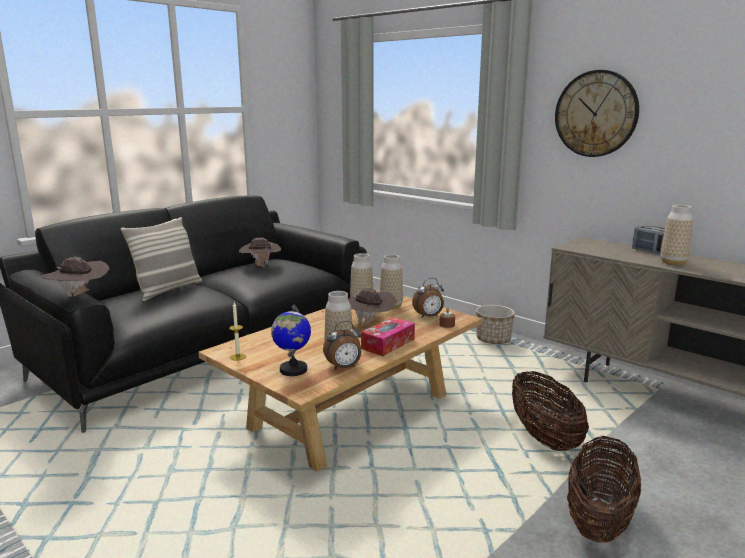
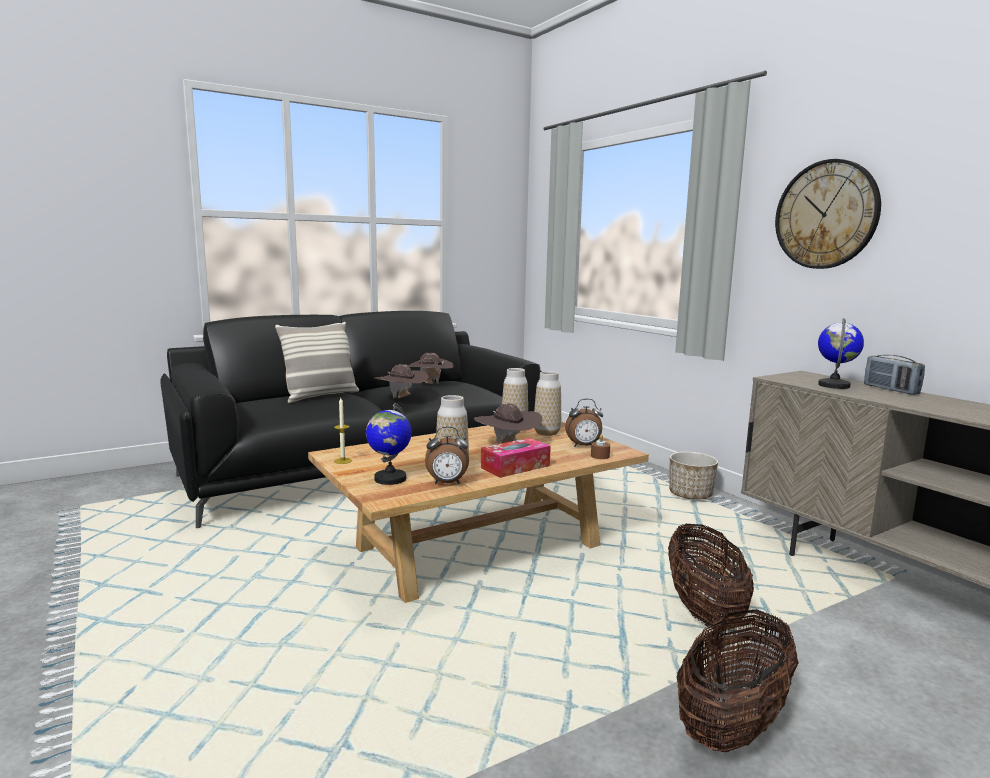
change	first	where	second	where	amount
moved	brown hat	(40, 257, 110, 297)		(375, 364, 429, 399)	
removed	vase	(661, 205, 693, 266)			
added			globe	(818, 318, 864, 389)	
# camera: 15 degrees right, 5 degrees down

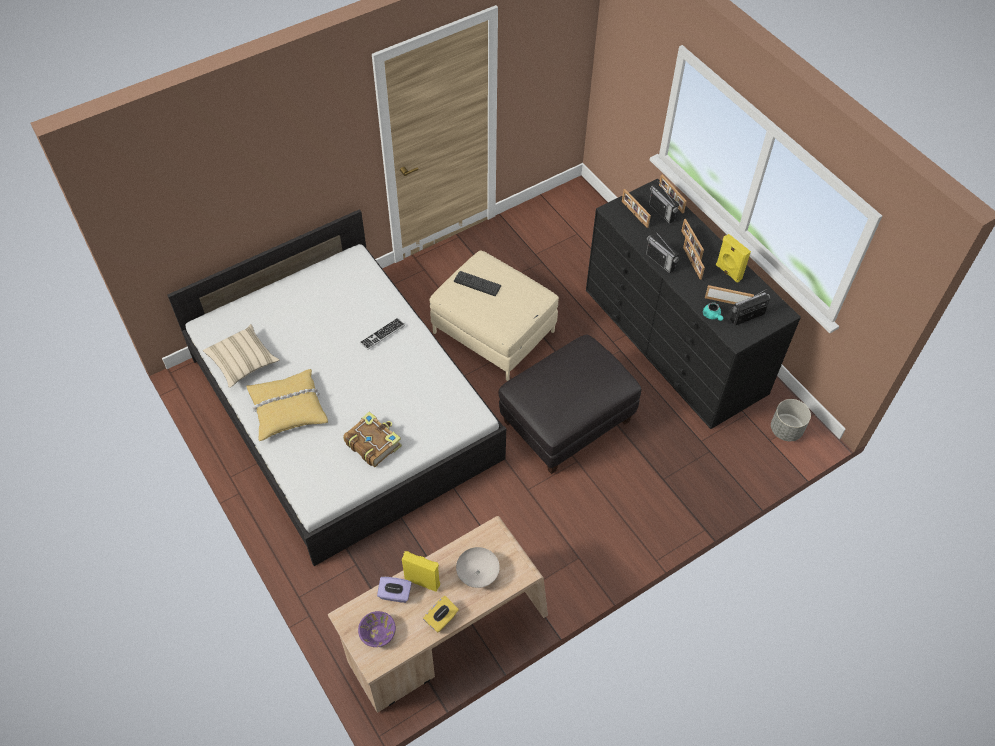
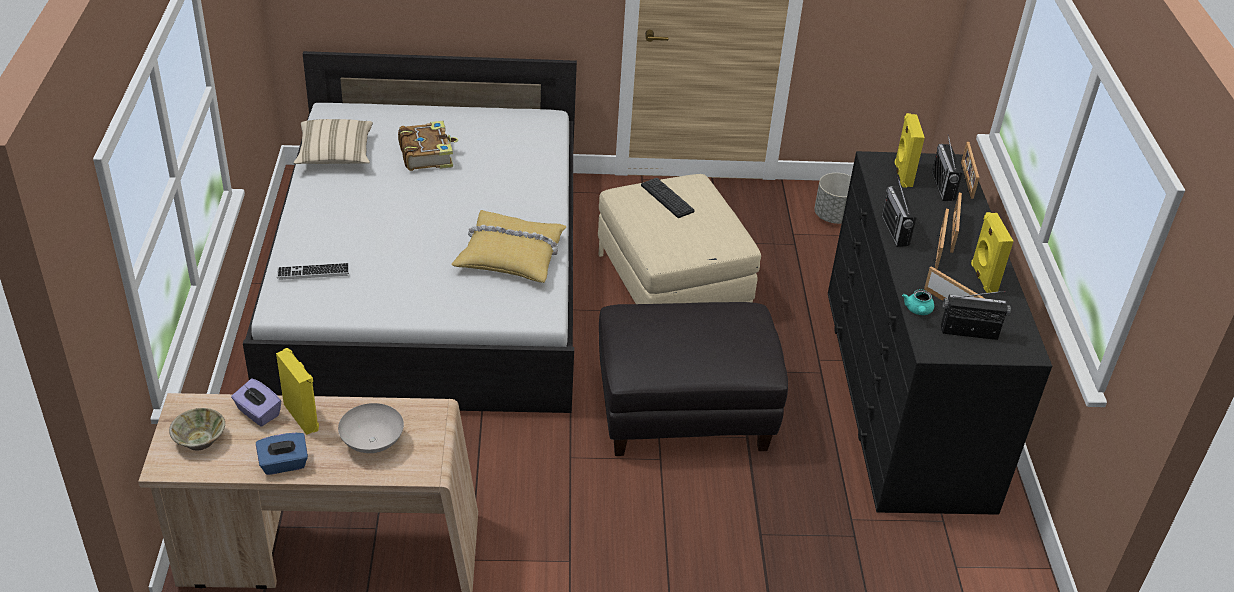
change	first	where	second	where	amount
moved	yellow pillow	(246, 369, 328, 441)		(451, 210, 566, 283)	
moved	book	(343, 411, 402, 467)		(398, 121, 458, 171)	
recoloured	purple bowl	(358, 611, 396, 647)	beige bowl	(169, 408, 225, 450)	
moved	keyboard	(360, 318, 405, 350)		(277, 263, 349, 280)	
recoloured	yellow tissue box	(423, 596, 459, 633)	blue tissue box	(256, 433, 308, 475)	
replaced	picture frame	(622, 189, 651, 228)	yellow speaker	(894, 113, 925, 187)	
moved	grey planter	(771, 399, 811, 441)		(814, 173, 851, 224)	
# camera: 30 degrees right, 15 degrees down

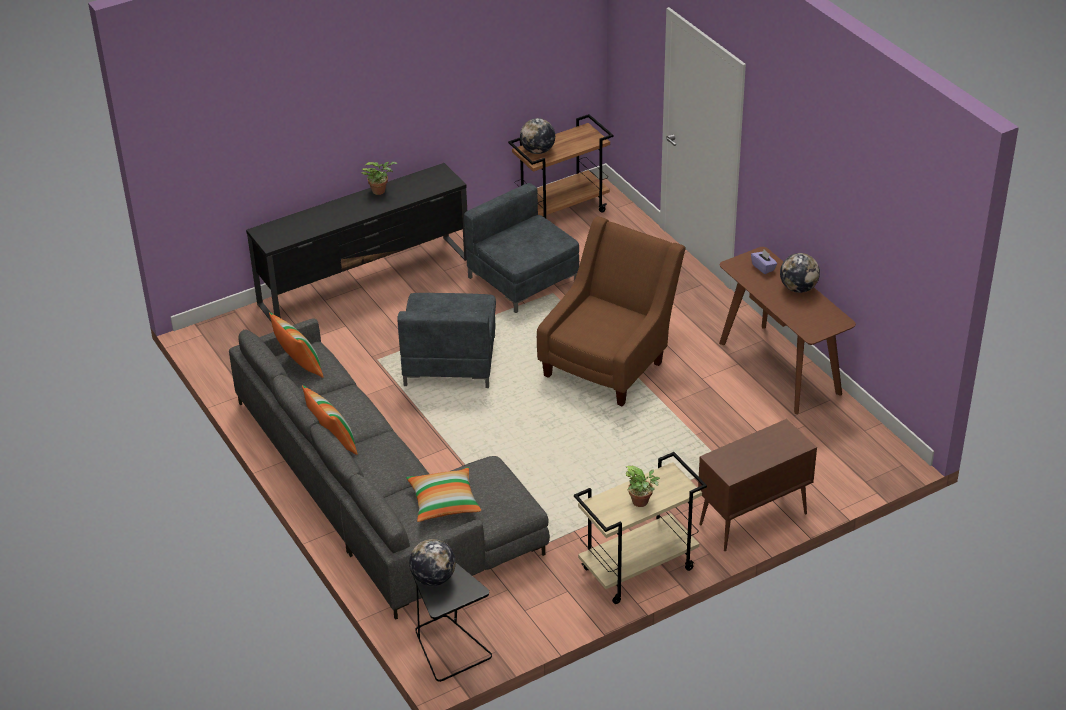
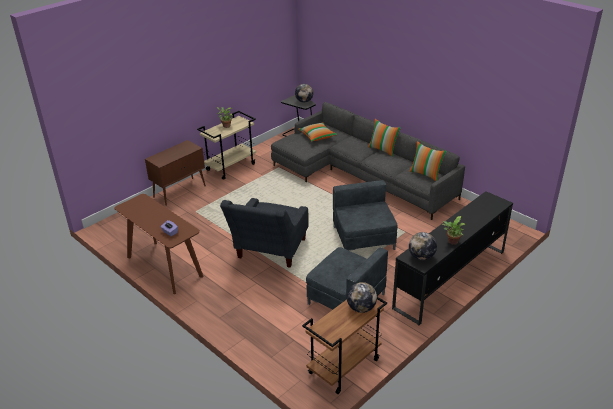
change	first	where	second	where	amount
recoloured	brown armchair	(537, 217, 686, 406)	grey armchair	(220, 198, 309, 268)	
moved	globe	(780, 253, 820, 293)		(409, 232, 437, 260)	
# camera: 165 degrees right, 5 degrees down

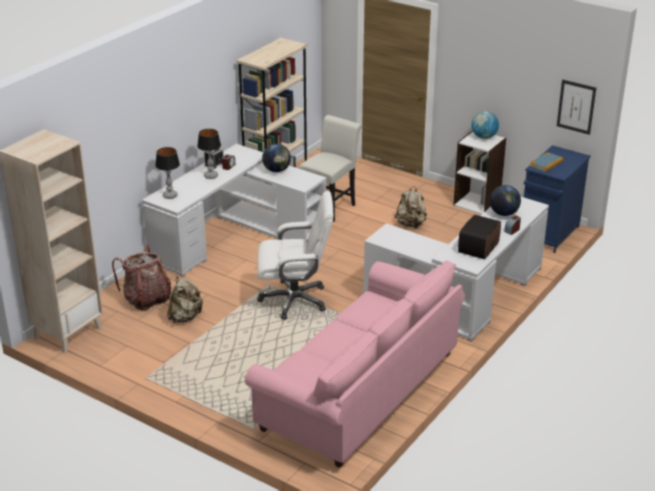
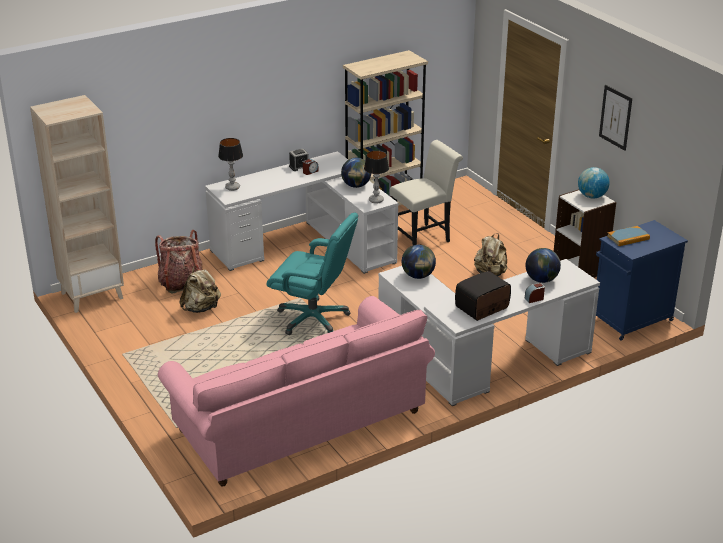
change	first	where	second	where	amount
moved	table lamp	(197, 129, 221, 179)		(364, 150, 389, 203)	
recoloured	white office chair	(258, 191, 333, 320)	turquoise office chair	(267, 213, 358, 335)	
moved	picture	(557, 80, 596, 135)		(599, 85, 632, 151)	
added			globe	(402, 245, 436, 279)	
# camera: 25 degrees right, 0 degrees up

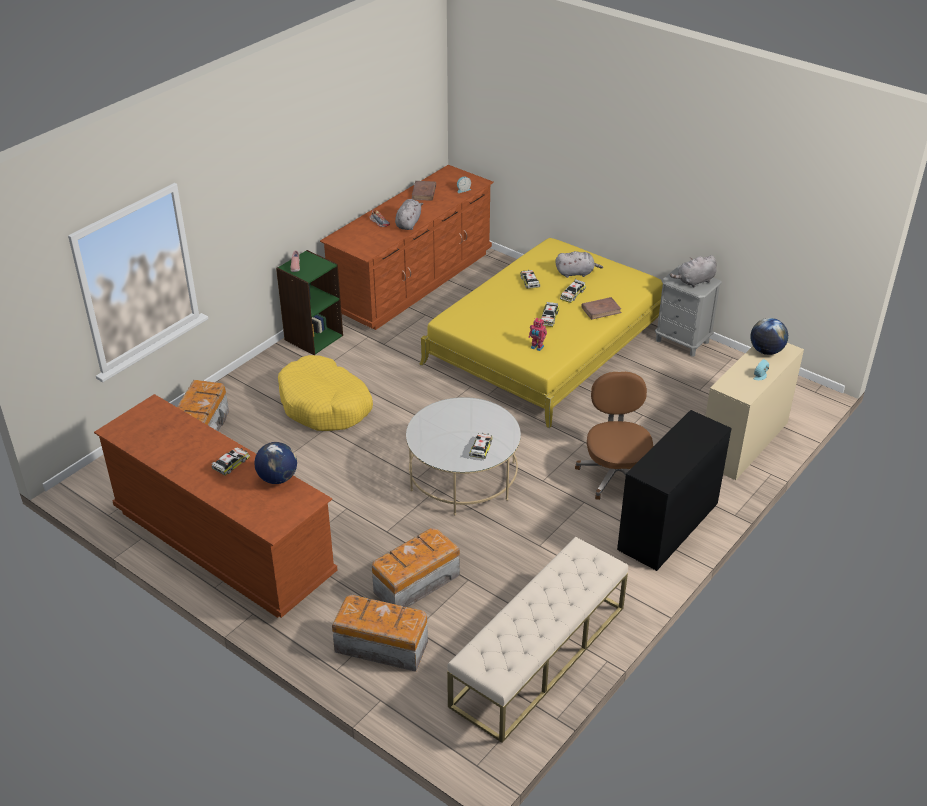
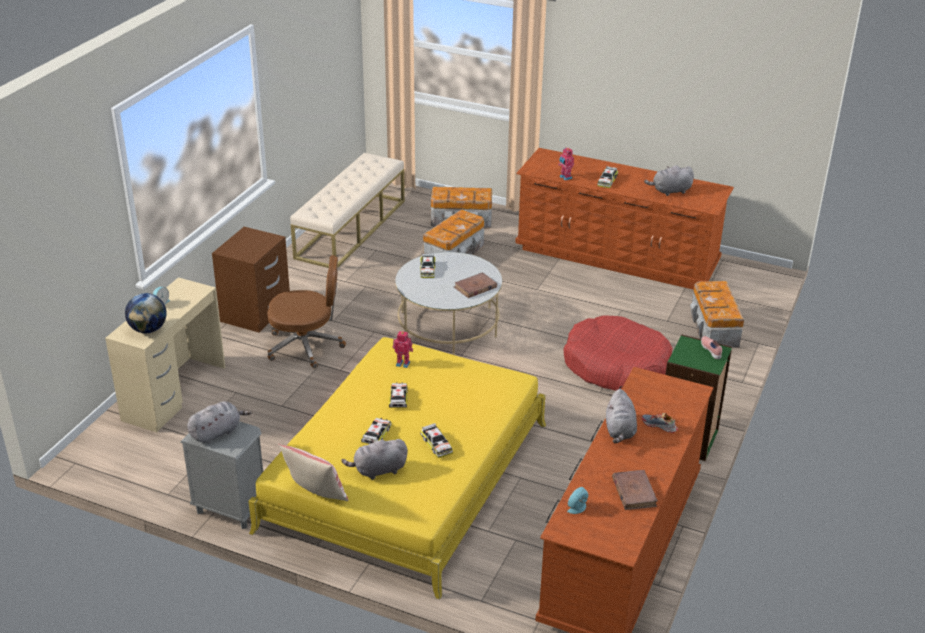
change	first	where	second	where	amount
replaced	globe	(254, 442, 297, 484)	toy robot	(558, 147, 574, 181)	
recoloured	yellow dog bed	(278, 355, 373, 431)	red dog bed	(564, 315, 673, 391)	
turned	brown office chair	(575, 372, 653, 500)		(267, 255, 346, 369)	75 degrees counterclockwise
moved	brown book	(581, 297, 622, 320)		(454, 272, 497, 298)	
replaced	black desk	(617, 410, 732, 571)	brown nightstand	(212, 227, 290, 332)	
added			pillow	(278, 444, 348, 501)	
added			grey plush toy	(644, 165, 694, 196)	
# camera: 165 degrees right, 5 degrees down

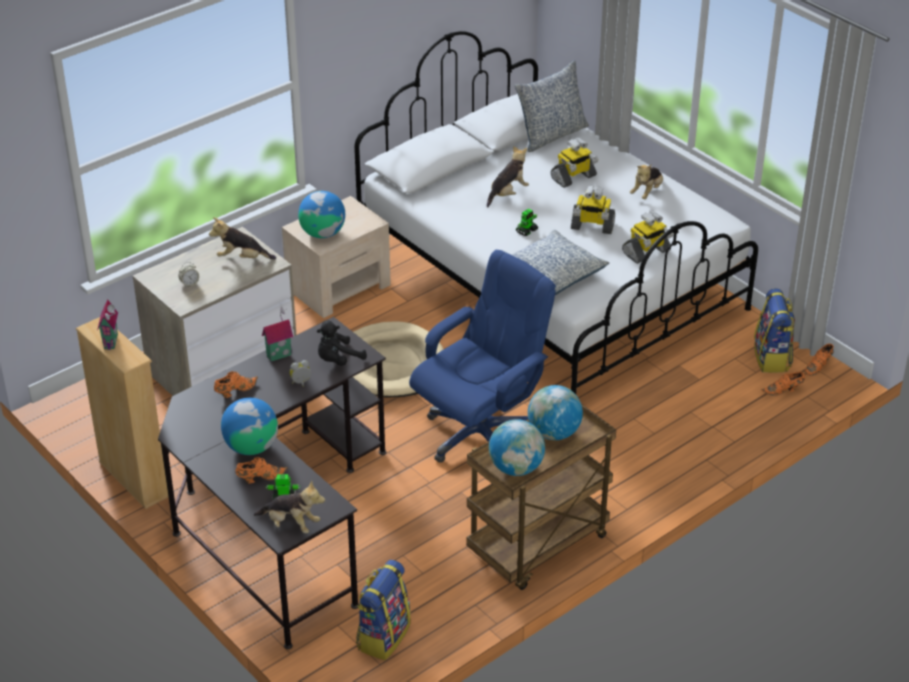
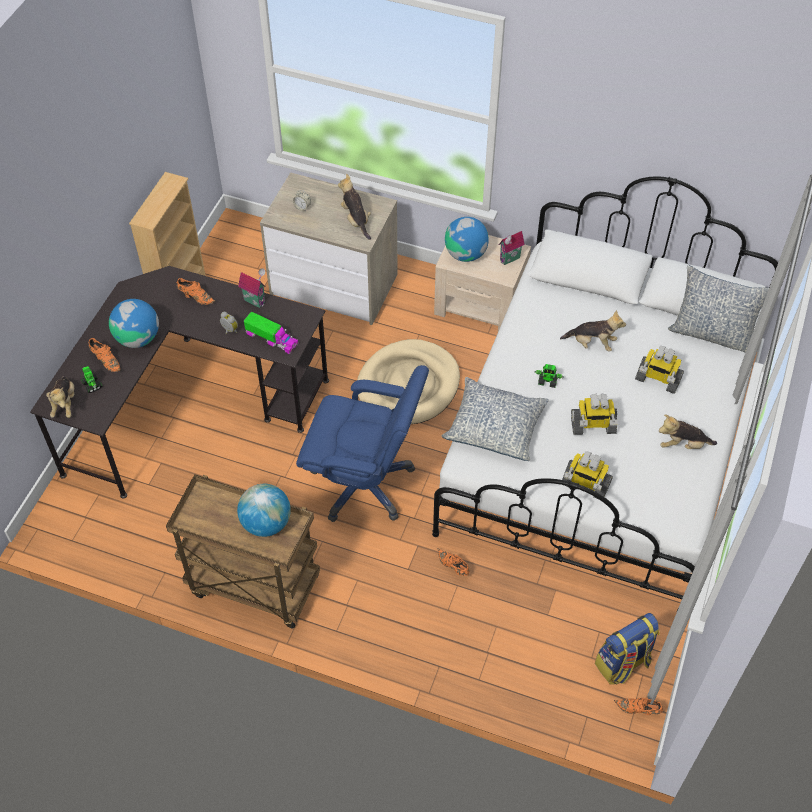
change	first	where	second	where	amount
moved	toy house	(97, 299, 118, 350)		(499, 231, 525, 265)	
replaced	black plush toy	(317, 320, 367, 366)	toy truck	(244, 312, 299, 354)	
removed	backpack	(356, 560, 411, 660)			
removed	globe	(489, 419, 545, 476)			
turned	toy robot	(571, 186, 615, 234)		(571, 393, 618, 435)	75 degrees counterclockwise
moved	orange shoe	(762, 371, 805, 396)		(438, 549, 469, 576)	
# camera: 60 degrees right, 15 degrees up

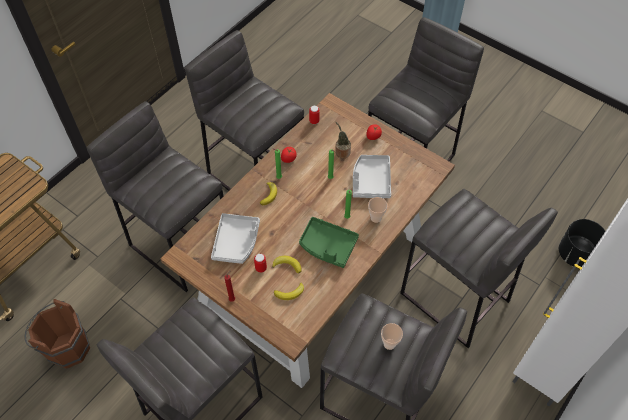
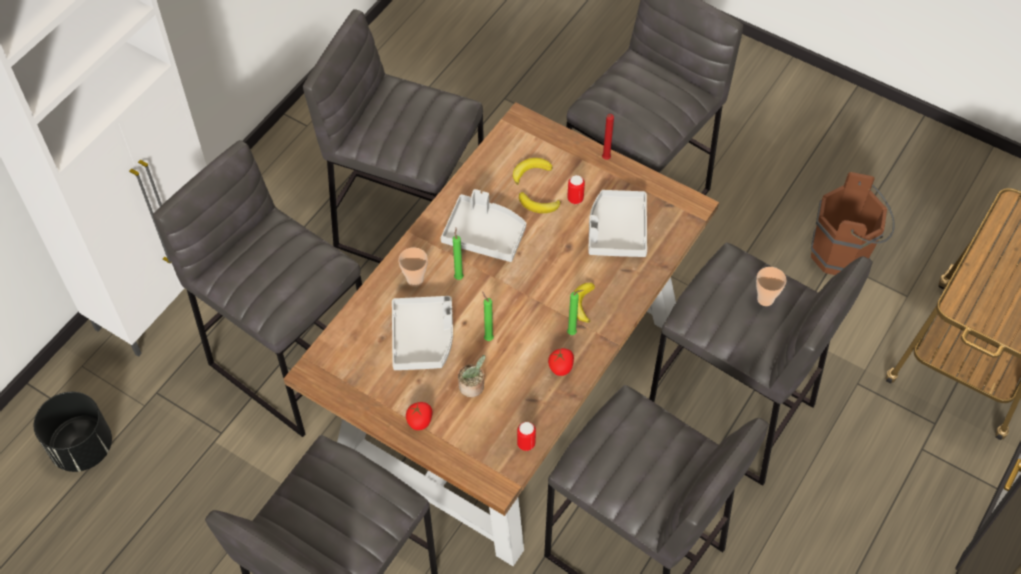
change	first	where	second	where	amount
recoloured	green tray	(299, 217, 359, 268)	grey tray	(441, 189, 526, 262)	
moved	cup	(381, 323, 403, 350)		(756, 267, 786, 306)	
# camera: 175 degrees right, 0 degrees up

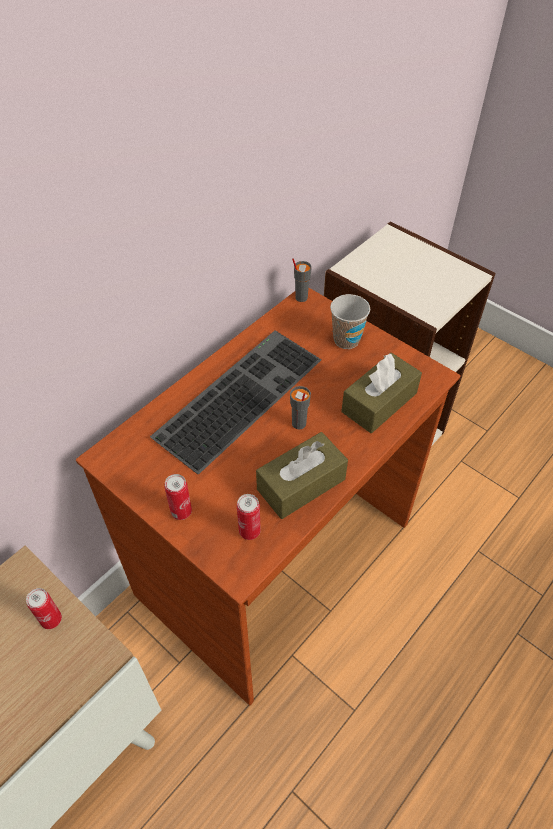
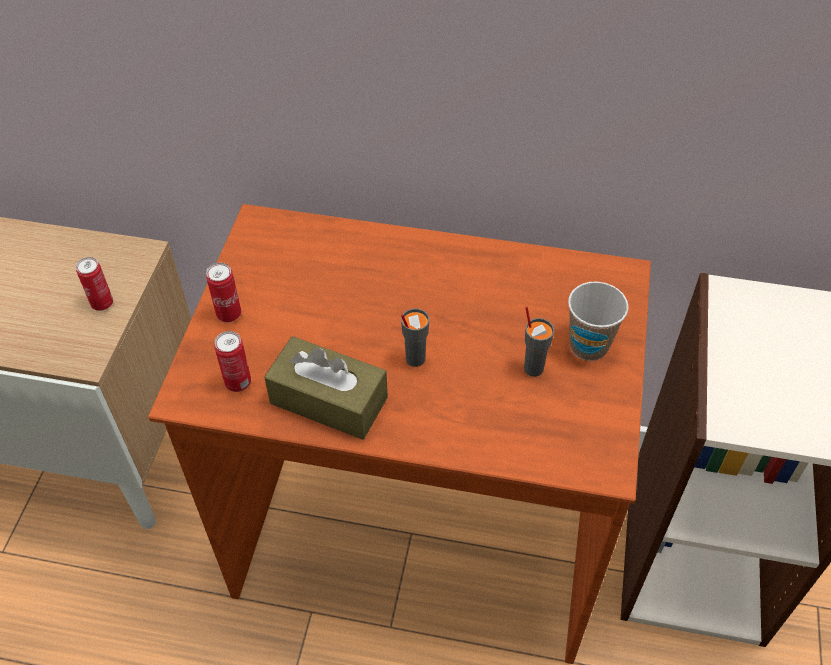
change	first	where	second	where	amount
removed	keyboard	(150, 330, 321, 474)			
moved	grey cup	(292, 258, 312, 302)		(524, 307, 554, 377)	
removed	brown tissue box	(341, 353, 422, 433)			
# camera: 60 degrees right, 0 degrees up

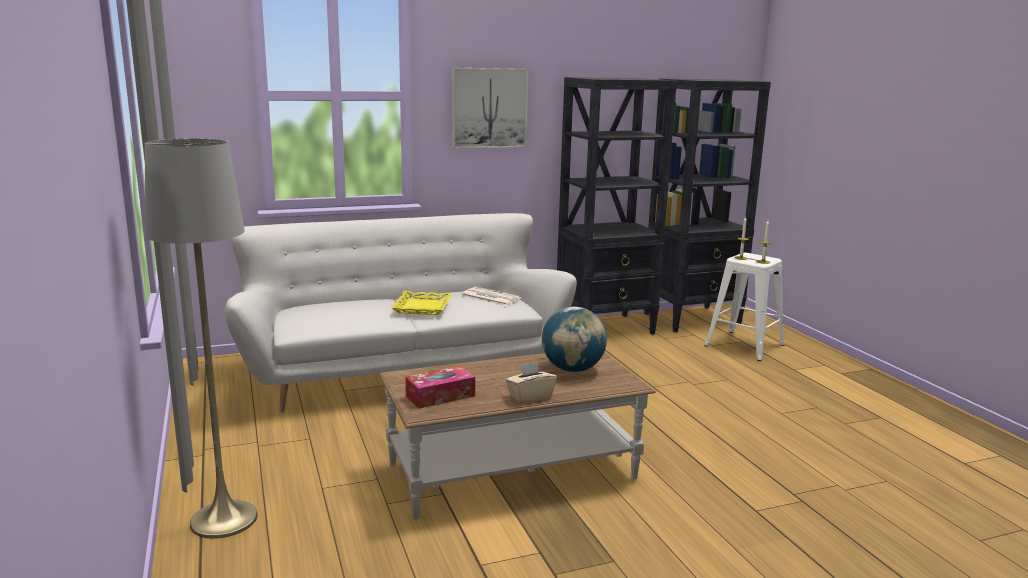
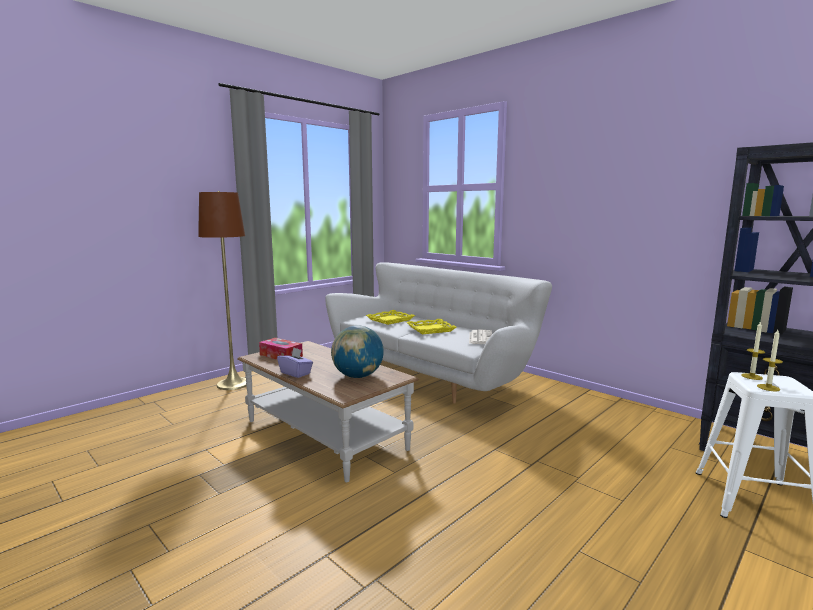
change	first	where	second	where	amount
recoloured	grey floor lamp	(145, 138, 258, 539)	brown floor lamp	(198, 191, 246, 390)	
removed	picture	(452, 68, 529, 149)			
recoloured	beige tissue box	(506, 361, 557, 403)	purple tissue box	(277, 347, 313, 378)	
removed	black bookcase	(557, 77, 677, 335)			
added			yellow tray	(366, 310, 415, 325)	
# camera: 65 degrees right, 5 degrees down

